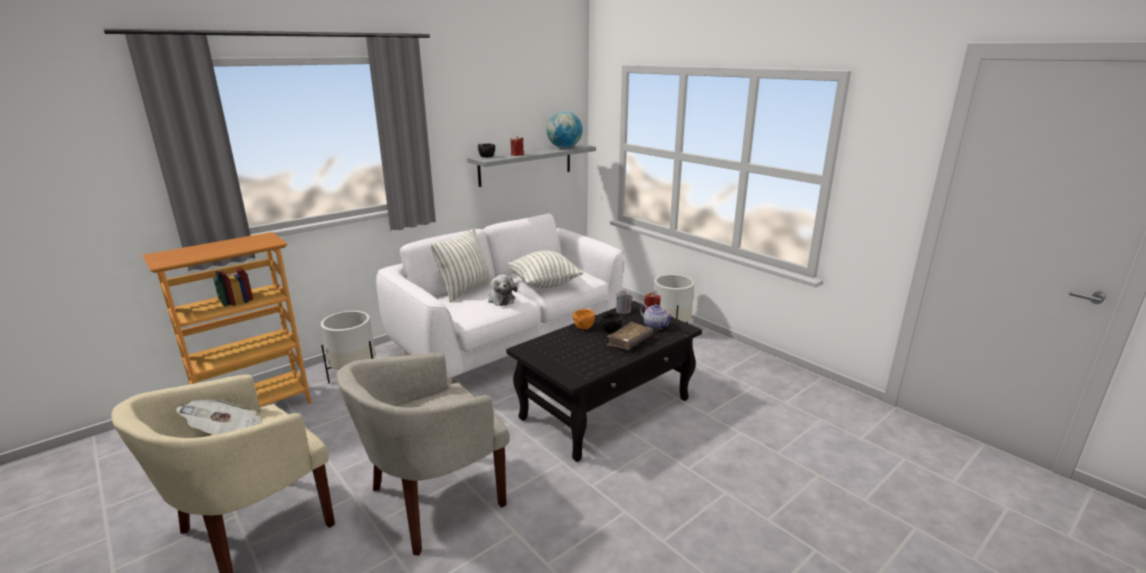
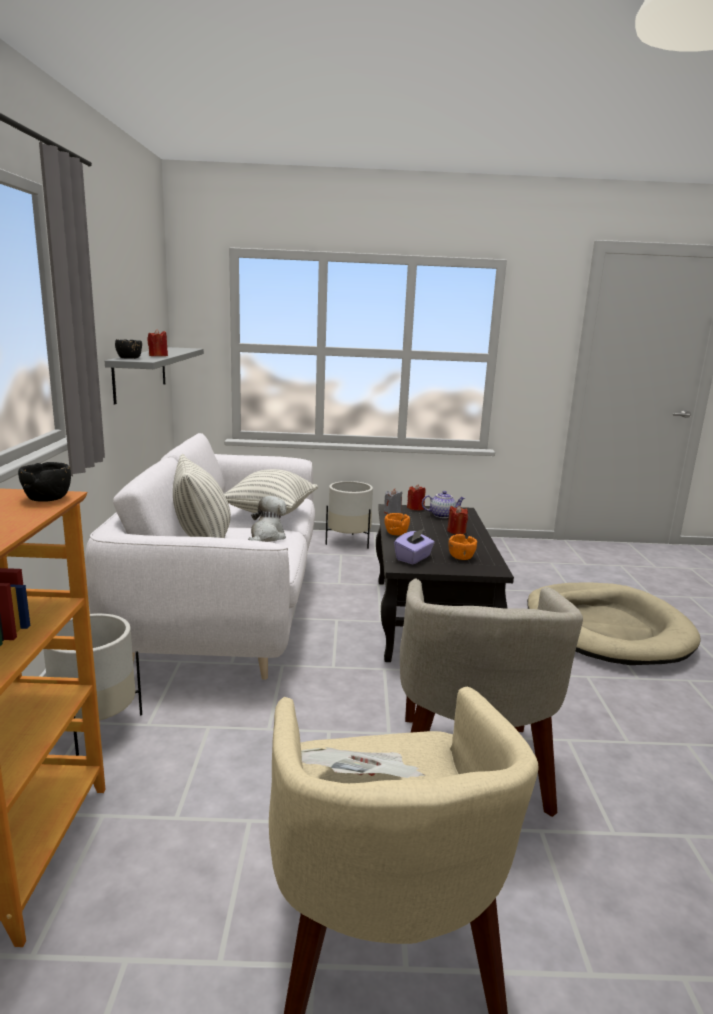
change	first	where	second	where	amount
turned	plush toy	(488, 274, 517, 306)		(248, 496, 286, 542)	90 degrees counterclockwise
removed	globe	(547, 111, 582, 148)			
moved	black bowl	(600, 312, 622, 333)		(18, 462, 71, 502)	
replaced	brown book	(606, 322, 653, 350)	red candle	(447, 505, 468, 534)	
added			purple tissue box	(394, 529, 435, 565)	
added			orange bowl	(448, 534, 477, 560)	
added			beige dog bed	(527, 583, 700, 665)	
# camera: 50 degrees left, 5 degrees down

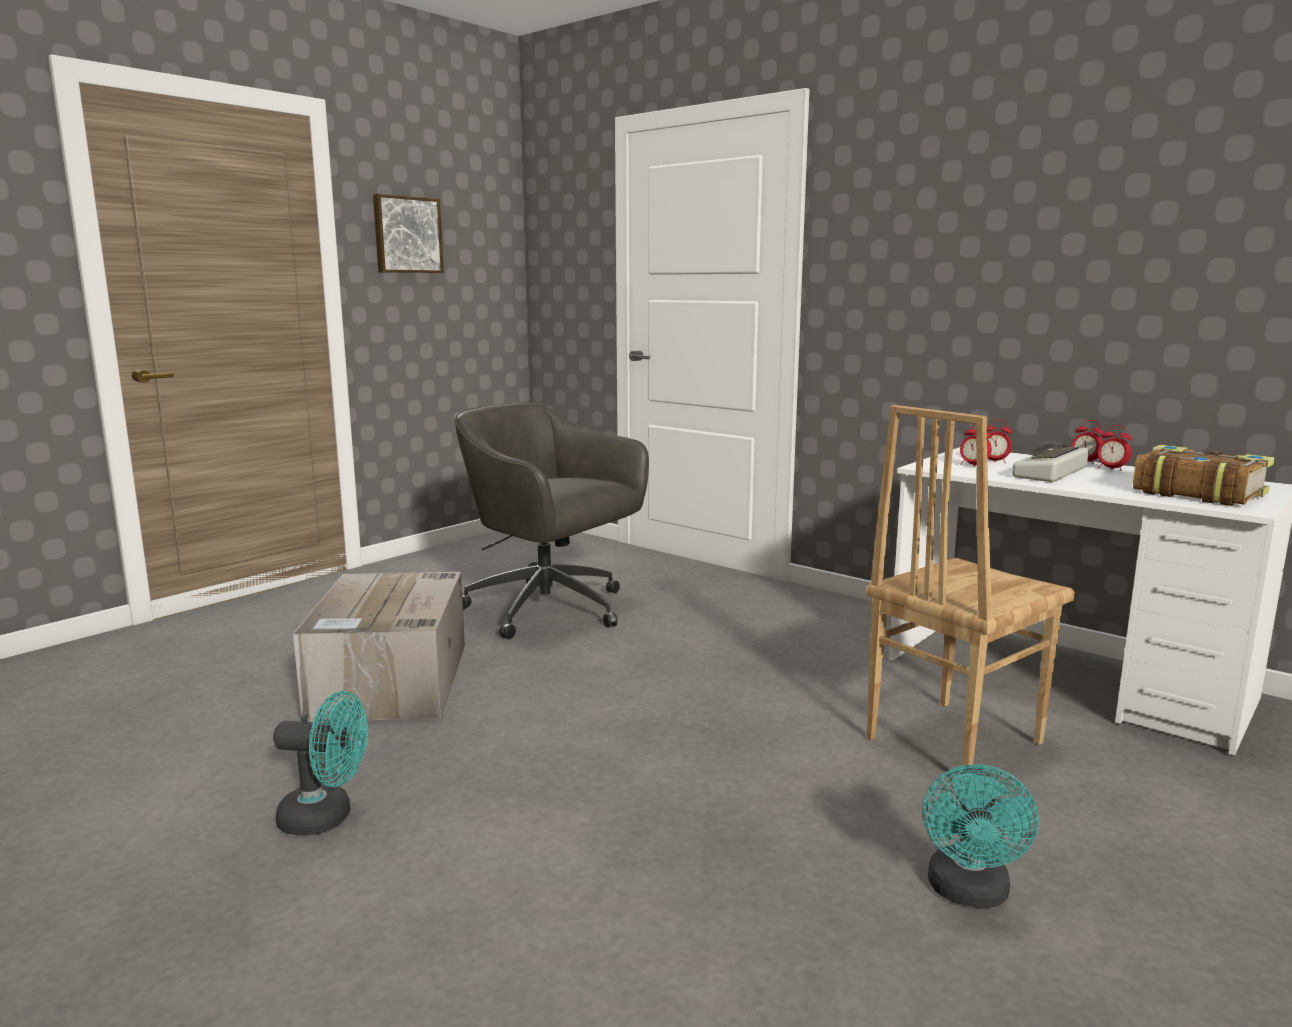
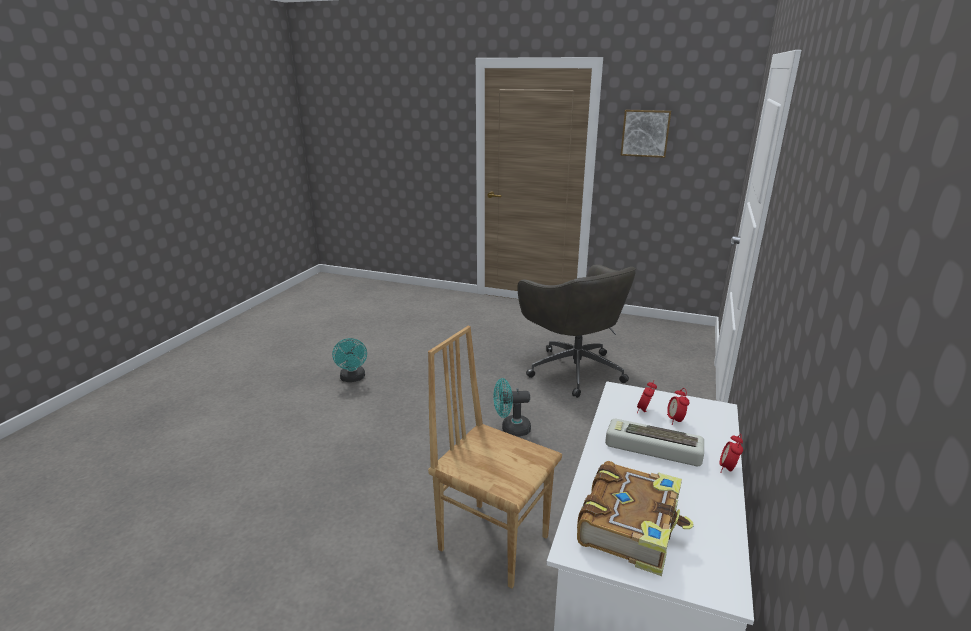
change	first	where	second	where	amount
removed	cardboard box	(293, 572, 465, 722)			
turned	grey office chair	(454, 403, 649, 639)		(517, 264, 636, 398)	135 degrees clockwise
moved	turquoise fan	(922, 764, 1039, 908)		(493, 378, 531, 437)	
removed	alarm clock	(1098, 425, 1132, 471)			
# camera: 70 degrees right, 10 degrees up

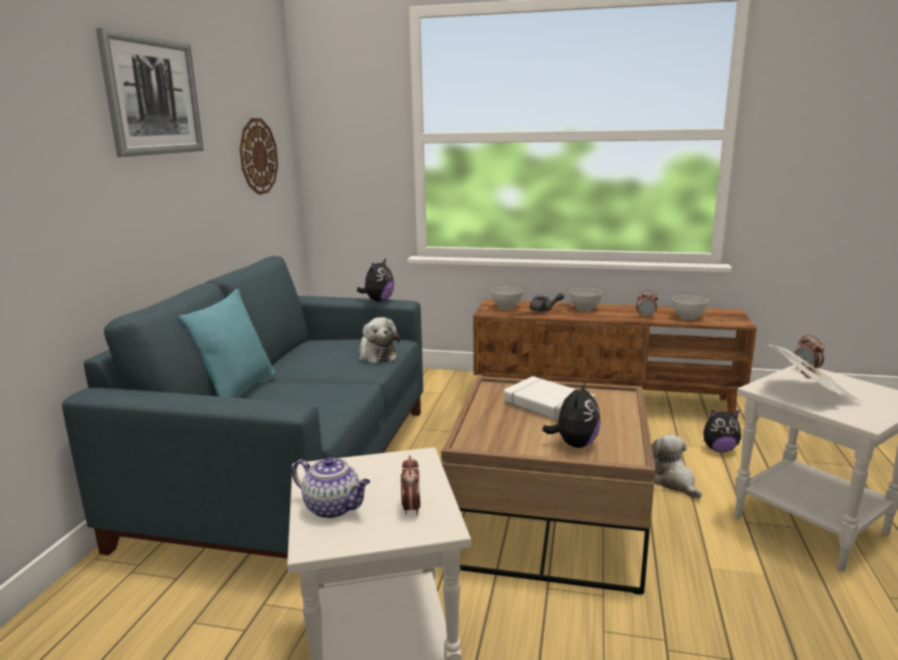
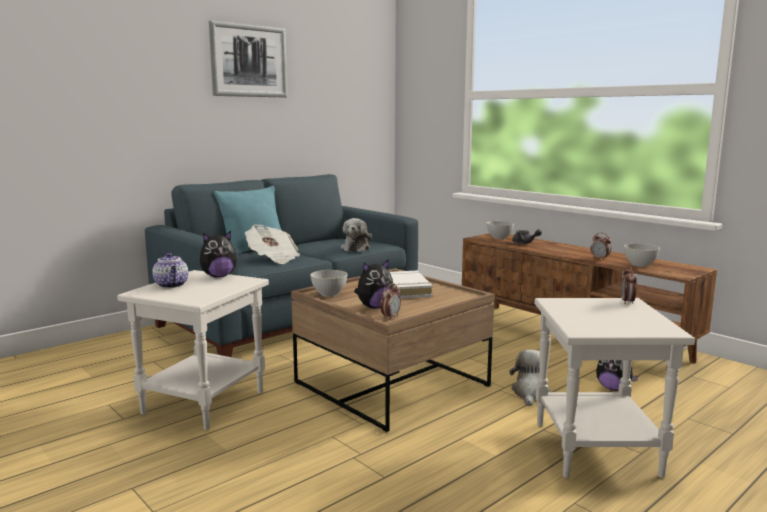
change	first	where	second	where	amount
removed	wall clock	(240, 118, 278, 195)			
moved	plush toy	(357, 258, 394, 302)		(200, 231, 237, 277)	
moved	alarm clock	(401, 455, 421, 516)		(380, 283, 401, 320)	
moved	grey bowl	(570, 288, 602, 311)		(310, 270, 348, 296)	
moved	newspaper	(768, 344, 863, 402)		(245, 225, 300, 264)	
# camera: 35 degrees right, 5 degrees down

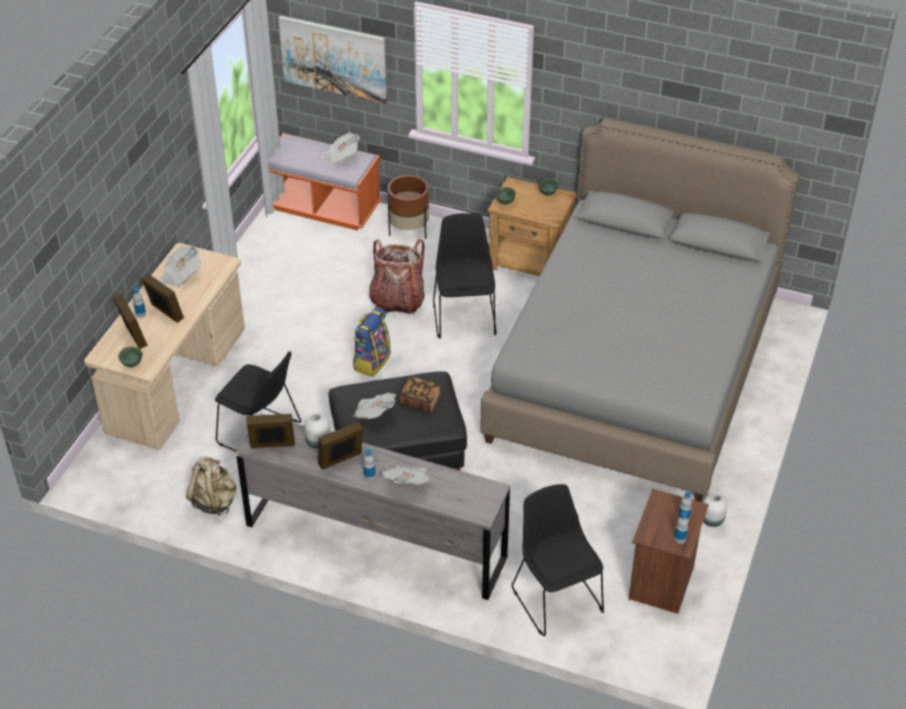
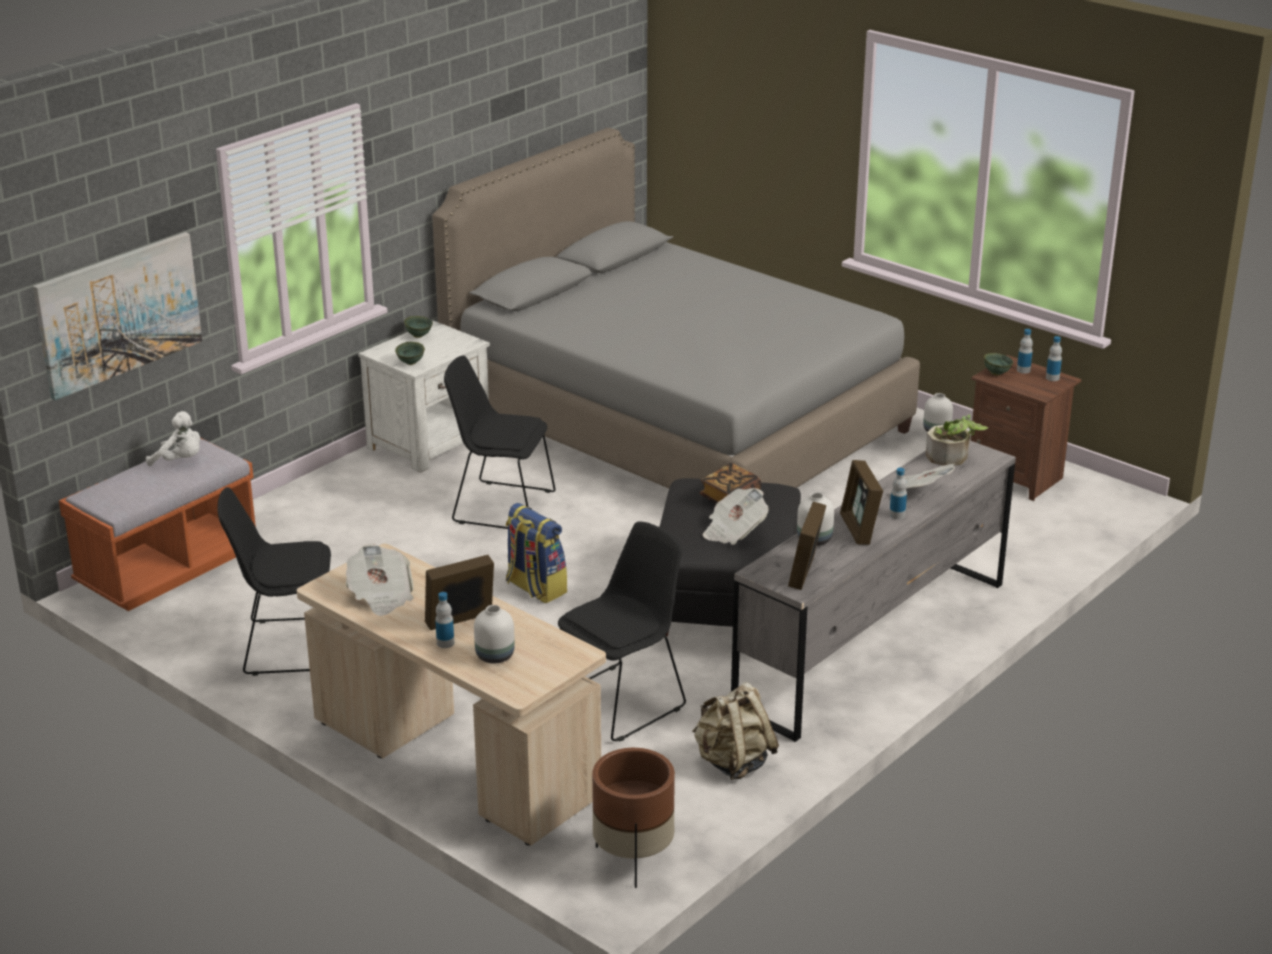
change	first	where	second	where	amount
replaced	picture frame	(113, 294, 147, 349)	white vase	(474, 605, 515, 663)	
moved	green bowl	(119, 347, 143, 367)		(984, 353, 1013, 376)	
replaced	newspaper	(321, 132, 360, 166)	white plush toy	(146, 411, 200, 466)	
removed	backpack	(369, 239, 425, 314)			
moved	brown planter	(387, 175, 429, 239)		(592, 748, 675, 888)	
recoloured	brown nightstand	(487, 177, 577, 276)	white nightstand	(358, 321, 490, 473)	
moved	black chair	(512, 484, 604, 636)		(217, 487, 331, 676)	
added			potted plant	(926, 414, 989, 466)	
# camera: 70 degrees left, 15 degrees down

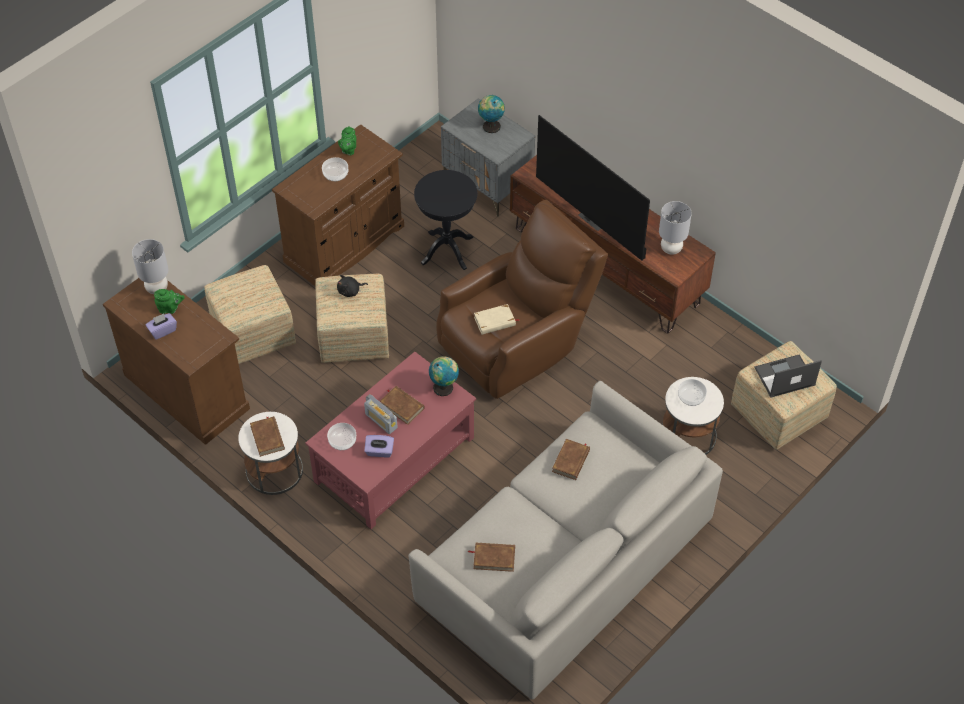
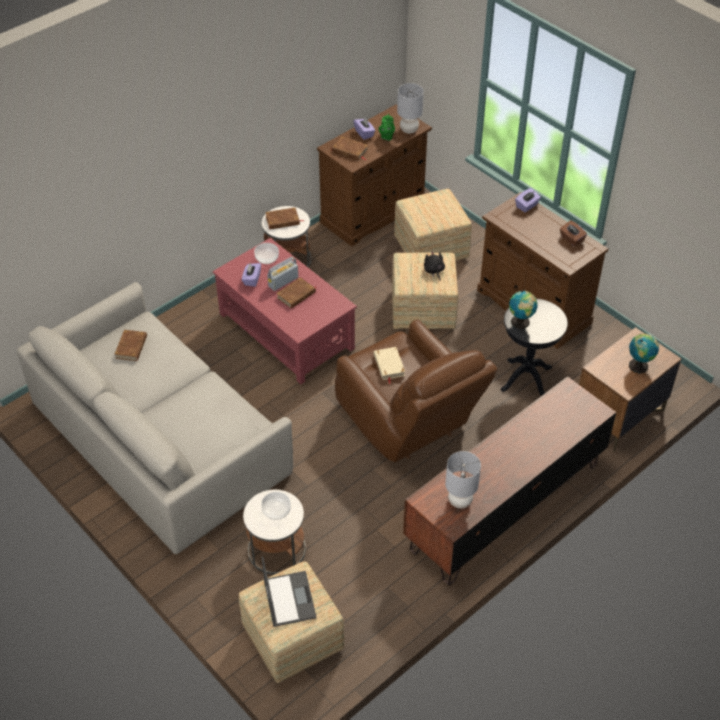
change	first	where	second	where	amount
removed	bowl	(322, 157, 348, 181)			
replaced	green teapot	(338, 126, 356, 155)	brown tissue box	(560, 221, 587, 246)	
moved	globe	(429, 356, 459, 396)		(509, 290, 538, 329)	
recoloured	grey nightstand	(441, 98, 535, 217)	brown nightstand	(579, 327, 681, 452)	
removed	television	(536, 115, 650, 261)			
moved	brown book	(552, 439, 590, 480)		(331, 136, 368, 161)	
added			purple tissue box	(515, 188, 541, 212)	
# camera: 95 degrees right, 5 degrees down

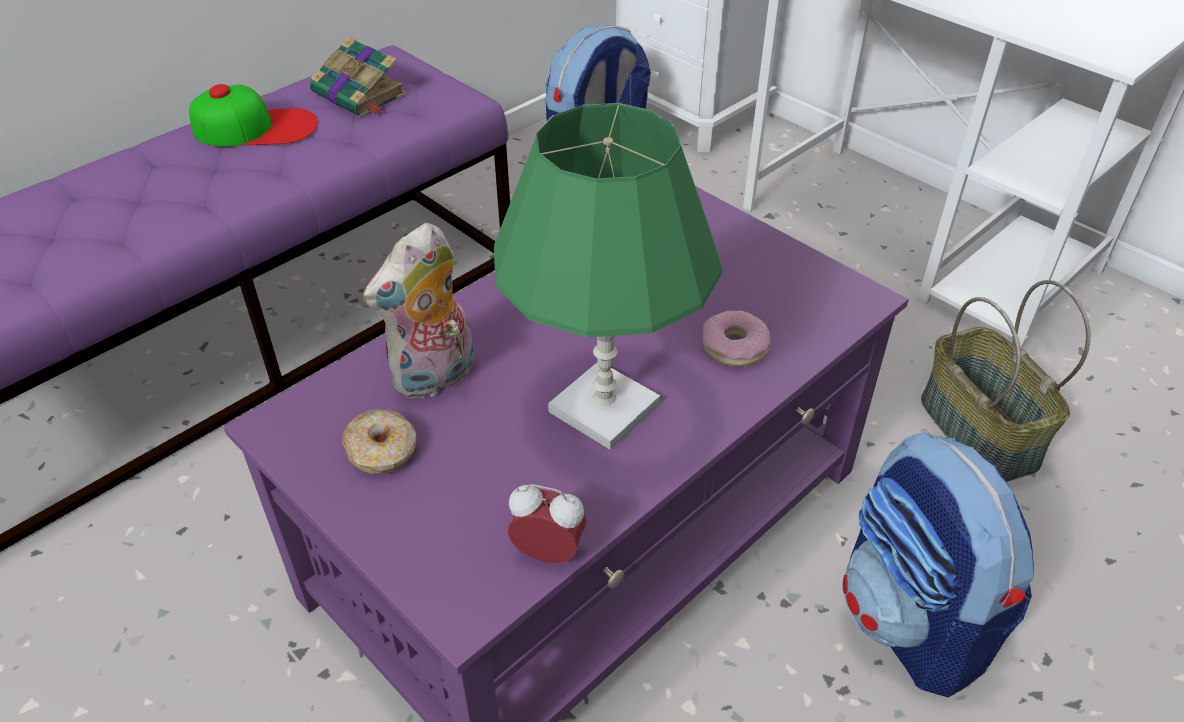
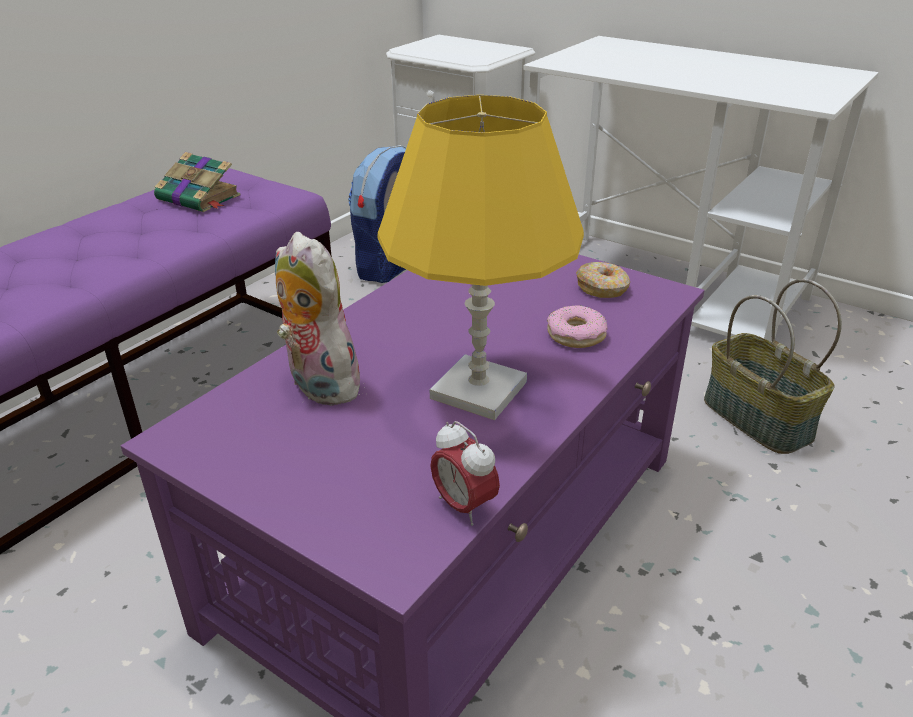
change	first	where	second	where	amount
removed	cap	(189, 84, 318, 147)			
moved	donut	(342, 409, 416, 474)		(576, 262, 630, 298)	
turned	plush toy	(363, 223, 474, 400)		(275, 232, 365, 406)	105 degrees clockwise
recoloured	green table lamp	(494, 103, 722, 450)	yellow table lamp	(377, 95, 584, 420)	
turned	alarm clock	(508, 484, 587, 563)		(430, 421, 500, 526)	135 degrees counterclockwise
removed	backpack	(842, 431, 1034, 697)			
# camera: 10 degrees left, 10 degrees down

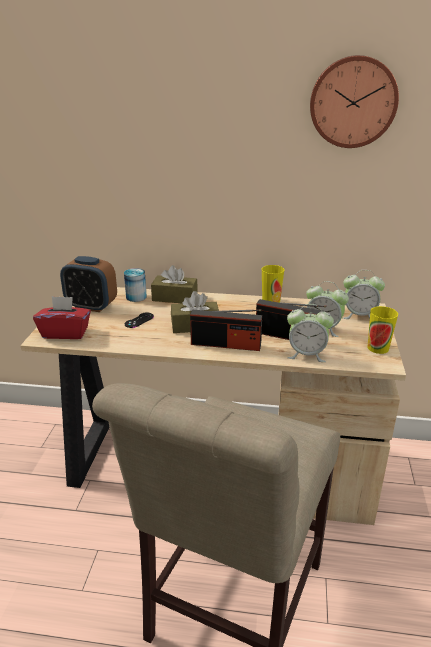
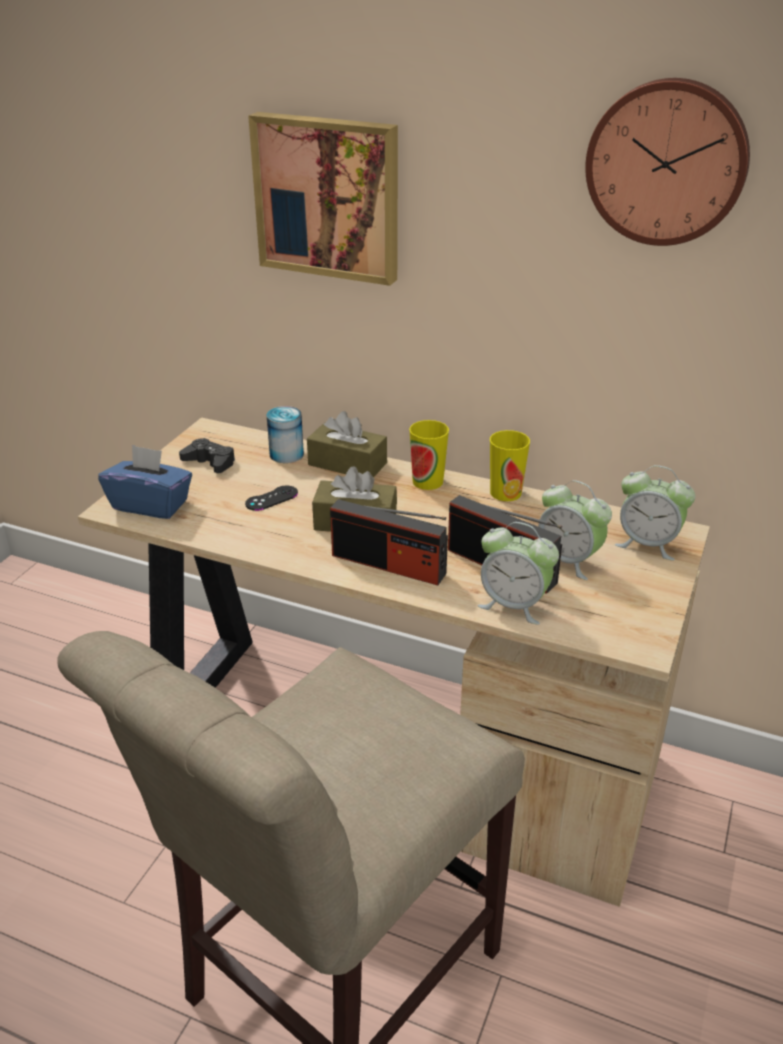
change	first	where	second	where	amount
recoloured	red tissue box	(33, 296, 91, 339)	blue tissue box	(98, 445, 192, 519)	
replaced	alarm clock	(60, 256, 117, 312)	black game controller	(179, 438, 235, 473)	
moved	cup	(368, 306, 398, 354)		(409, 420, 449, 490)	
added			picture	(248, 112, 398, 286)	
# camera: 15 degrees right, 5 degrees up

